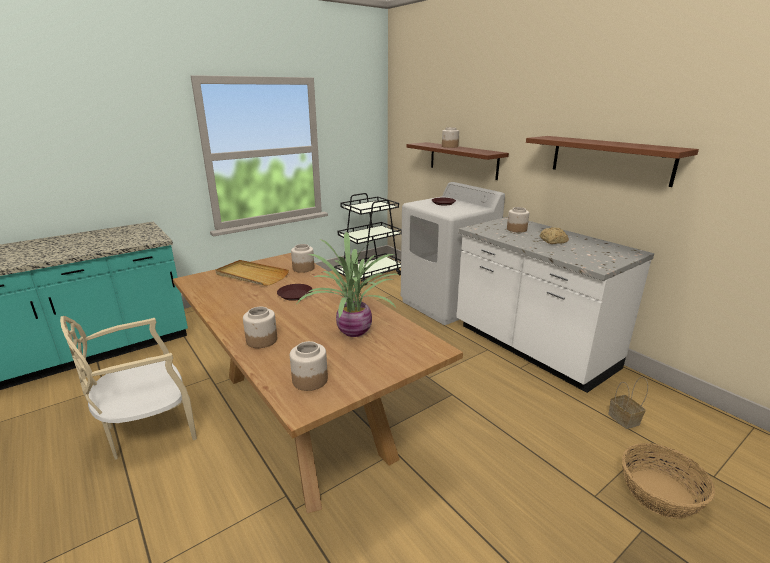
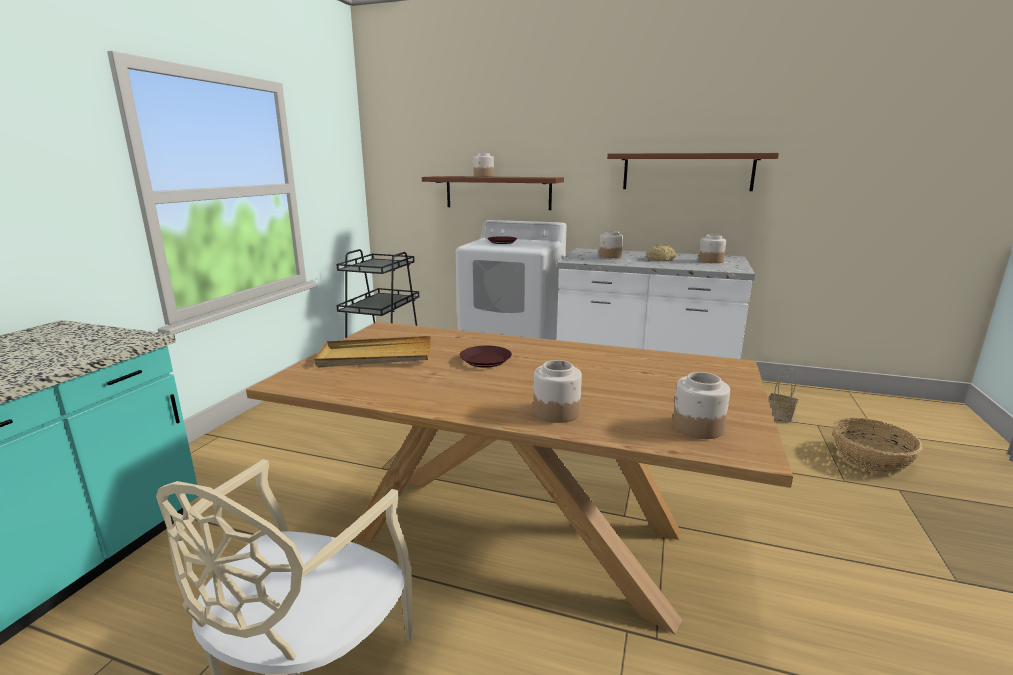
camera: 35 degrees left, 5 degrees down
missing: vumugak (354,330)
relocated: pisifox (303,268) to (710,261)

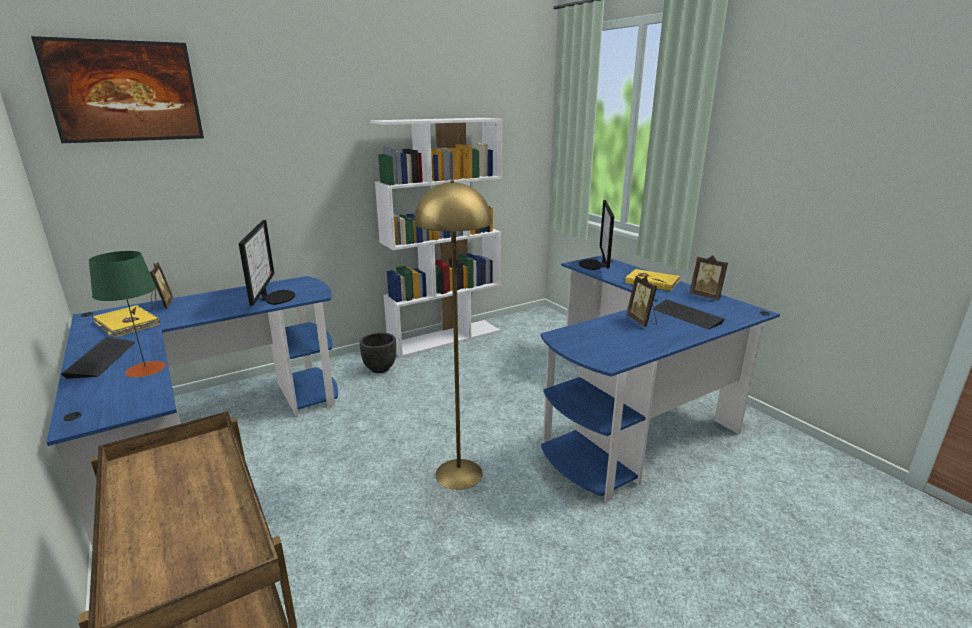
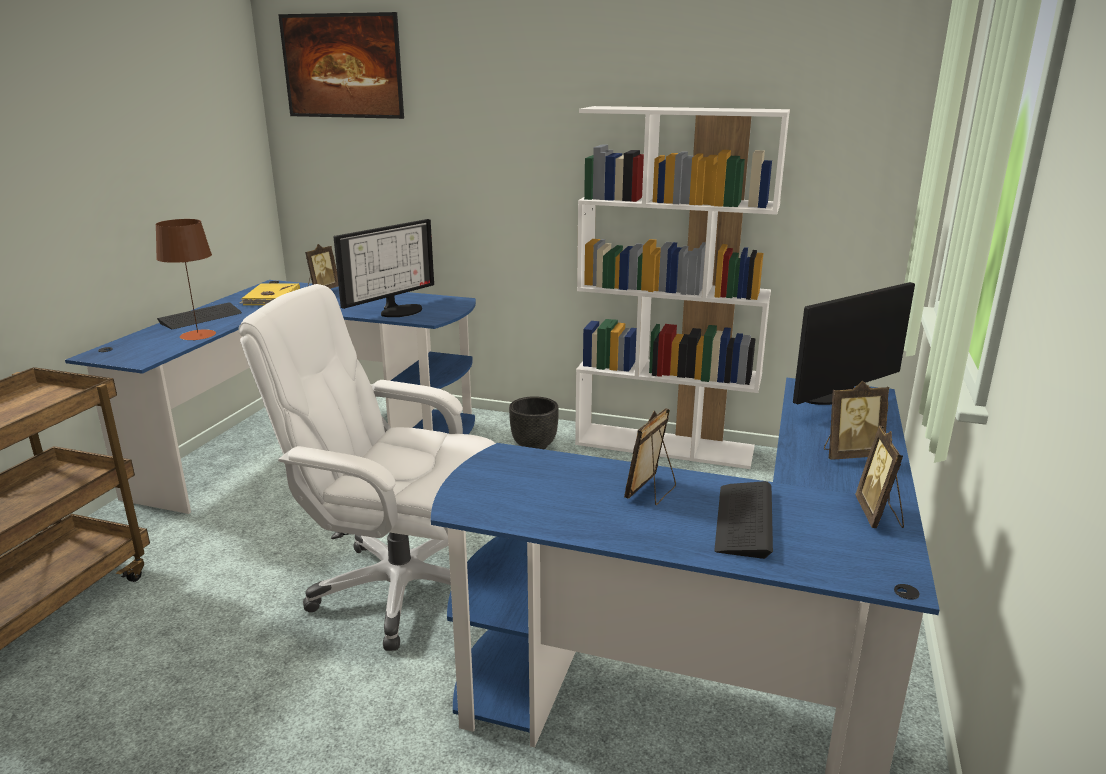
camera: 50 degrees right, 0 degrees up
exchanged: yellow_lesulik (458,473) to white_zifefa (400,589); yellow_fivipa (651,282) to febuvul (850,454)
colour: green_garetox (145,369) to brown_garetox (198,335)

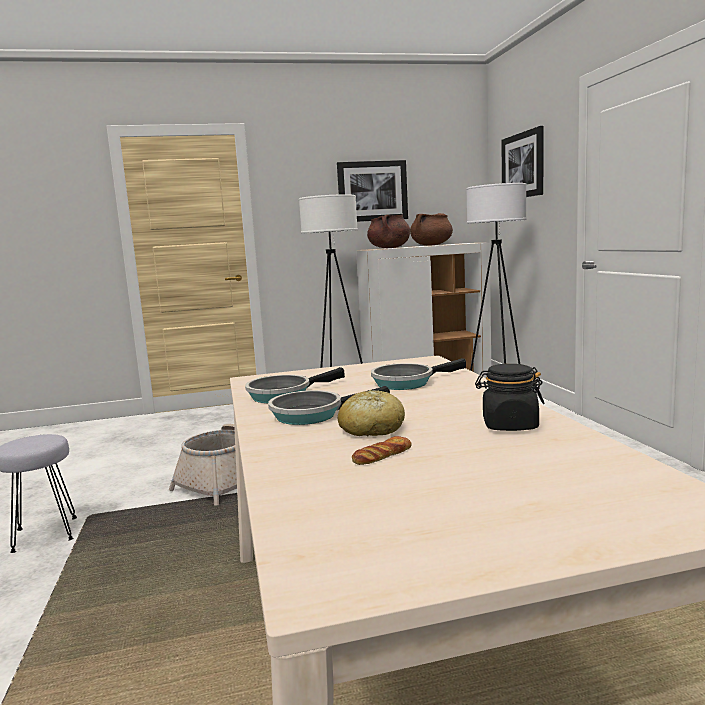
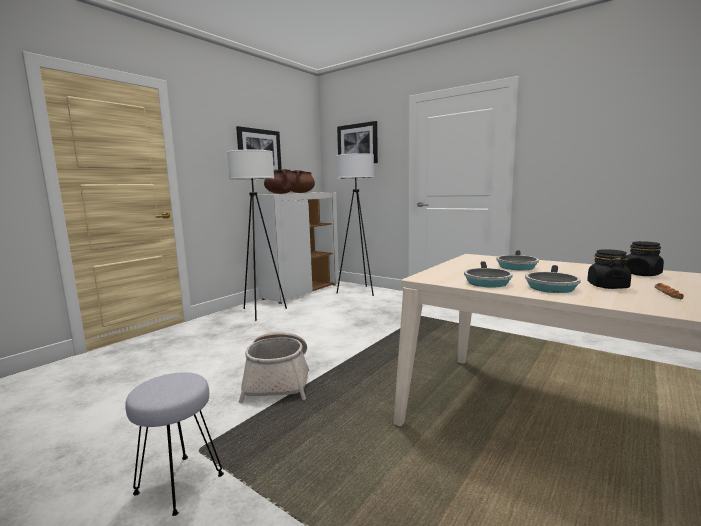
camera: 40 degrees left, 0 degrees up
exchanged: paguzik (371,429) to black_pisifox (607,286)

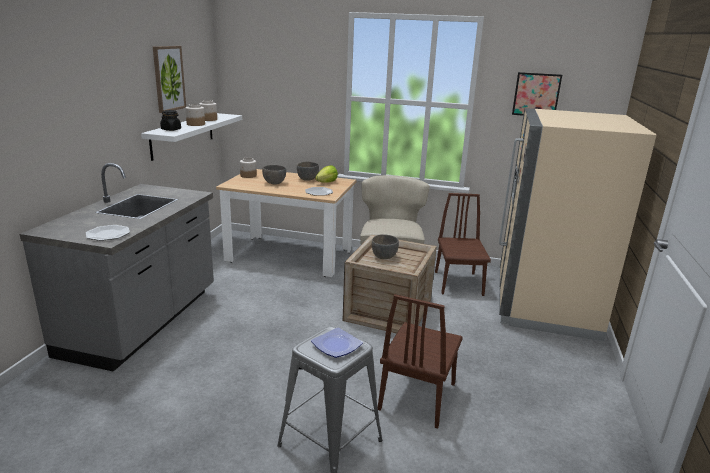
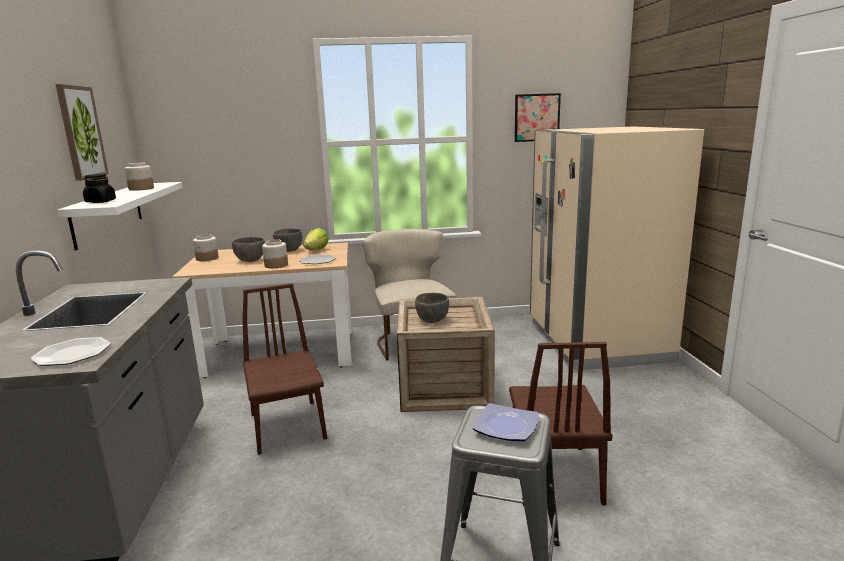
camera: 20 degrees left, 5 degrees down
relocated: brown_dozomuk (458,283) to (287,426); pisifox (195,124) to (276,265)

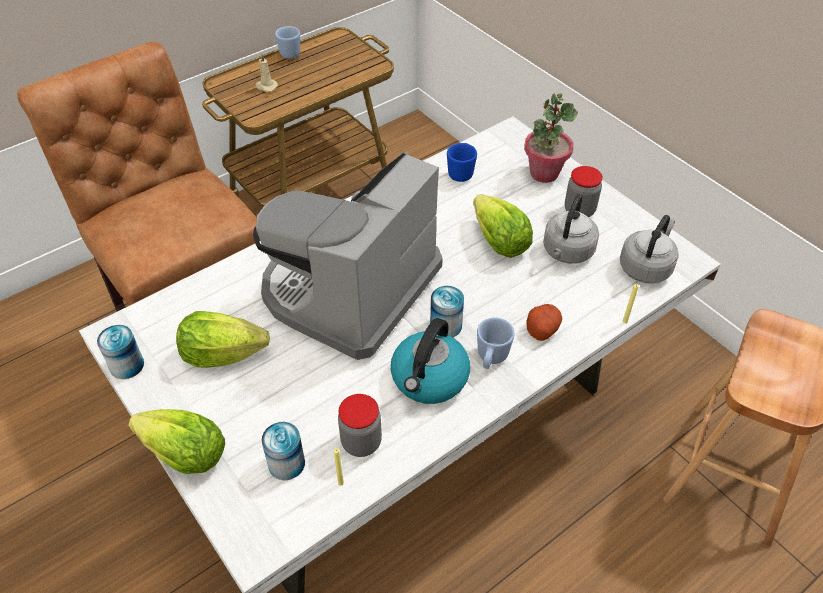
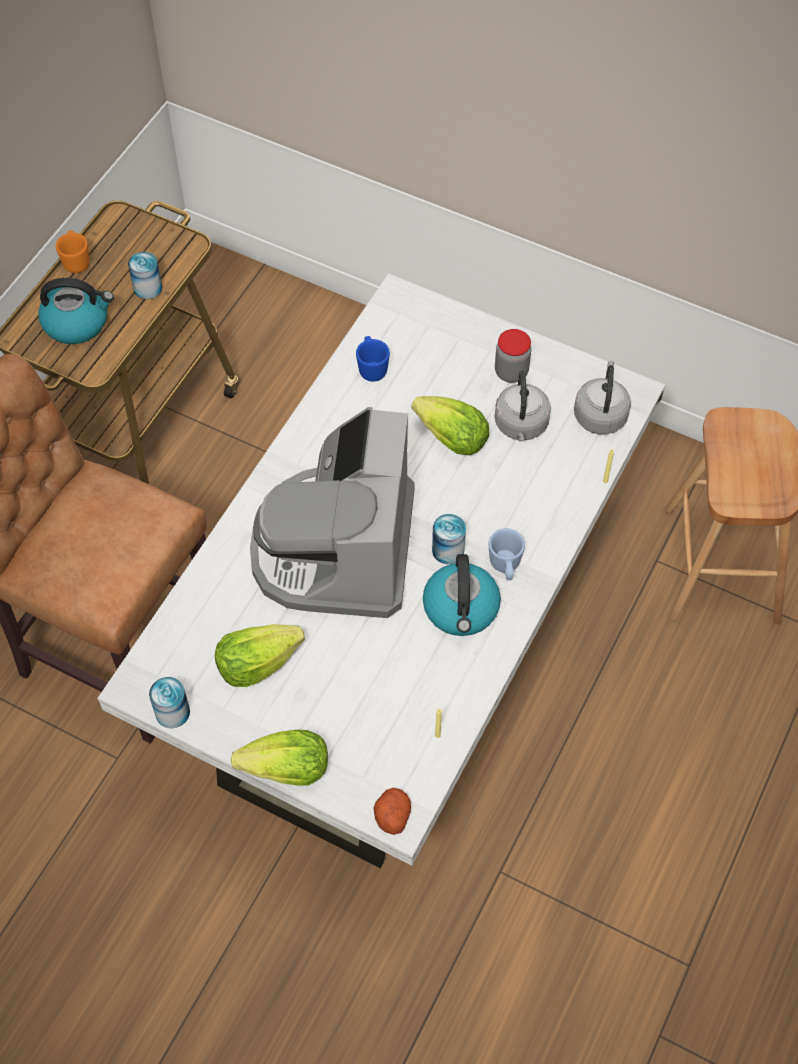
camera: 25 degrees left, 10 degrees up
missing: pisifox (361,442); vumugak (544,173)
relocated: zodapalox (286,463) to (148,288); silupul (542,328) to (392,815)
exchanged: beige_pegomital (266,86) to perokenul (77,322)
colour: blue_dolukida (291,52) to orange_dolukida (76,261)

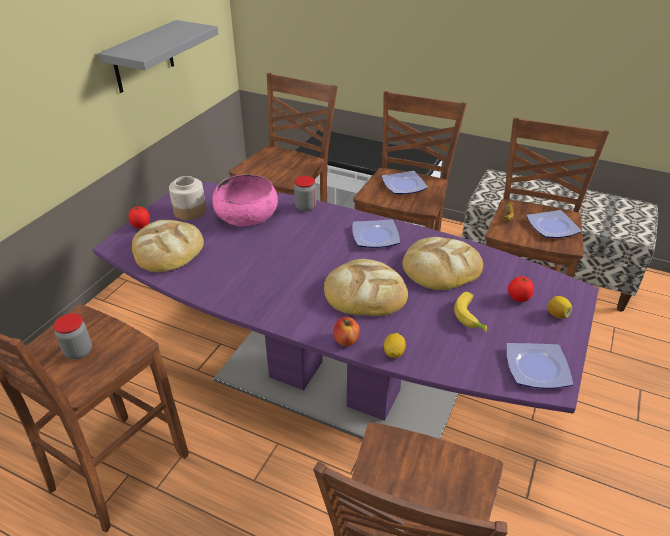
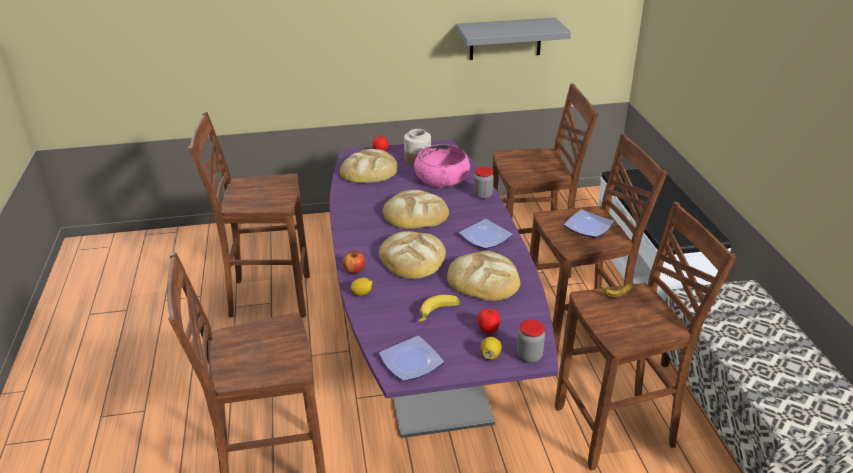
camera: 55 degrees right, 5 degrees down
missing: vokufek (552,228)
appeared: paguzik (415,214)
relocated: pisifox (78,351) to (529,356)

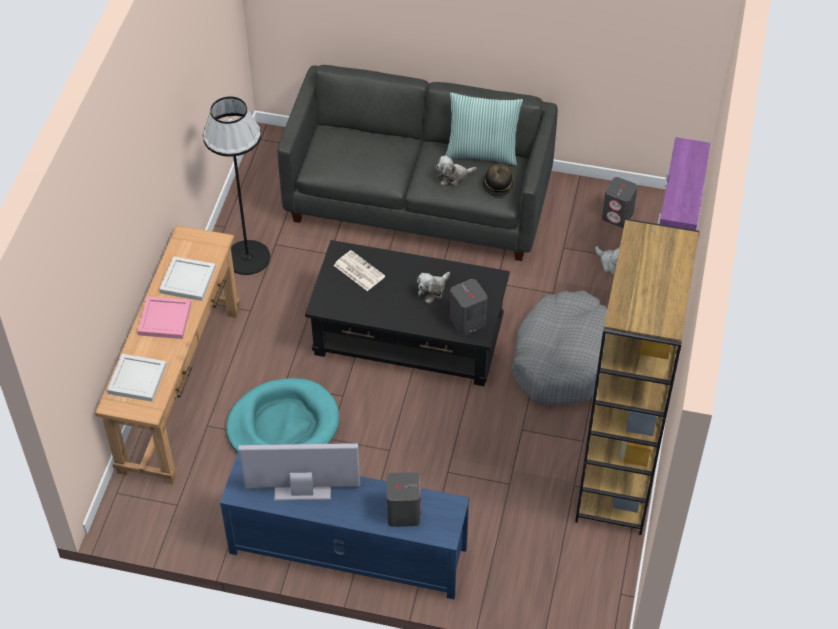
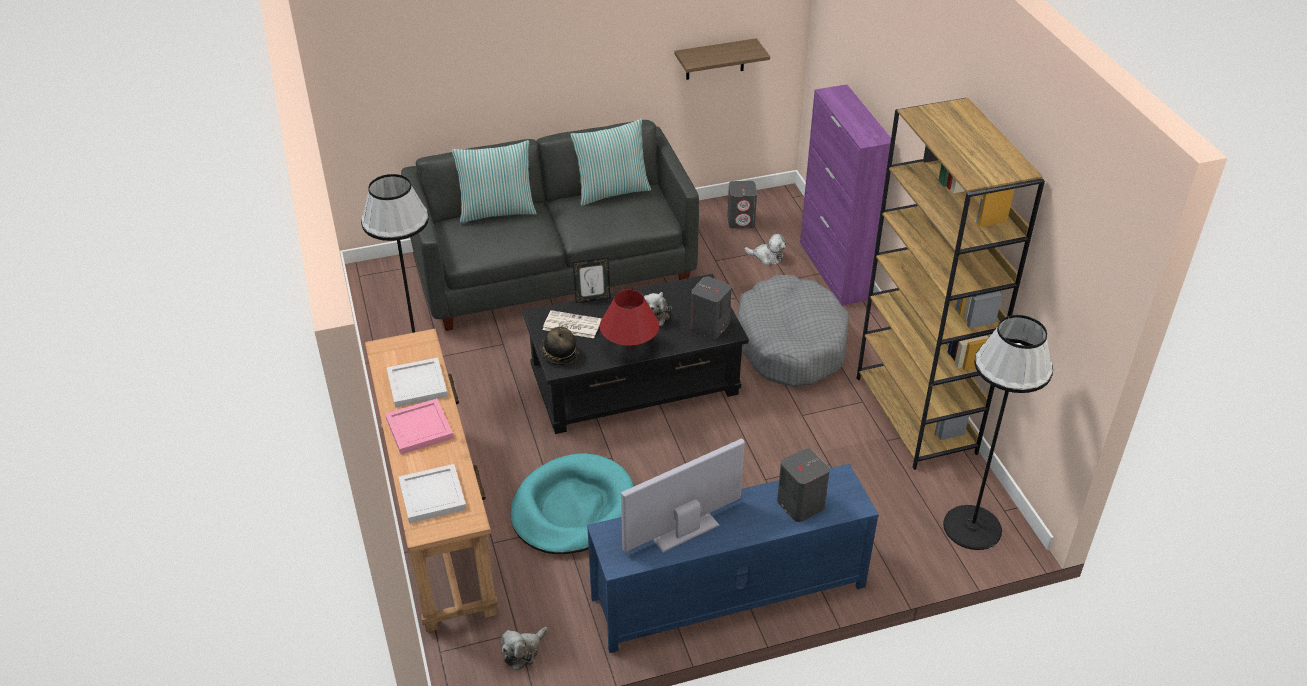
camera: 30 degrees left, 10 degrees down
appeared: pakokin (497,211); febuvul (592,299); red_garetox (629,350); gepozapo (715,59); black_lesulik (972,527)
relocated: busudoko (453,177) to (523,652); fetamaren (498,185) to (559,353)

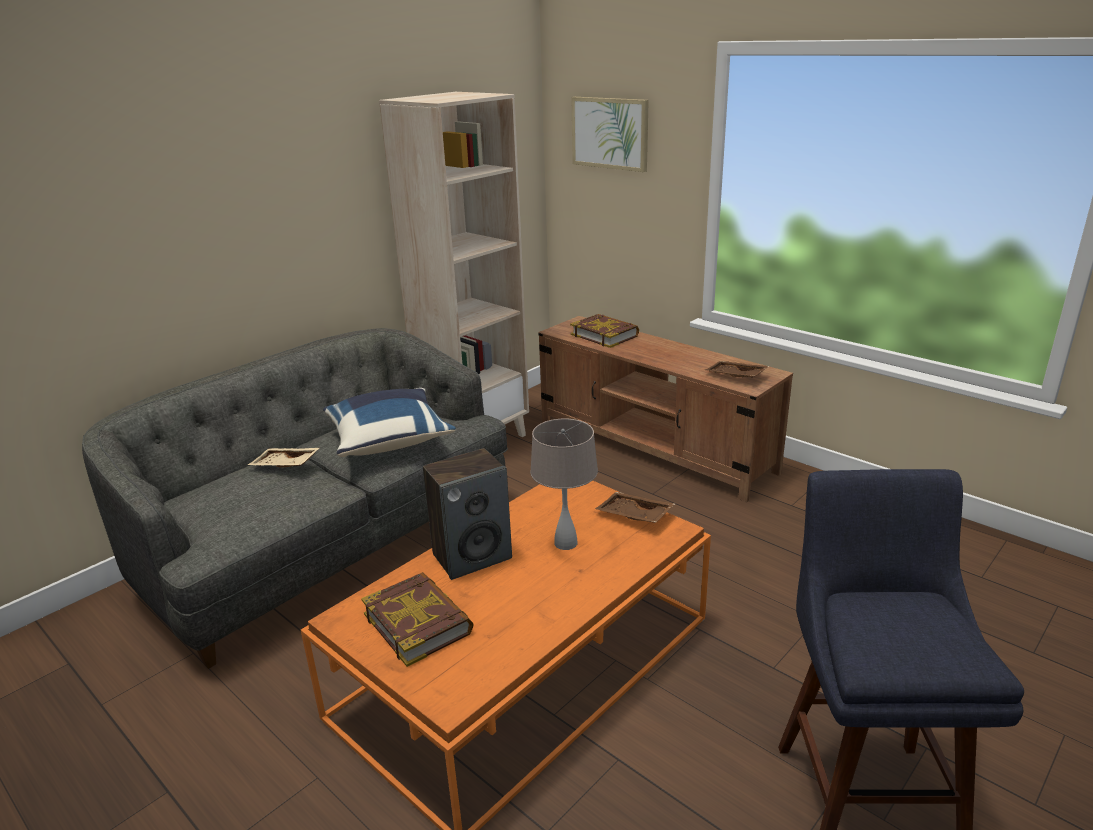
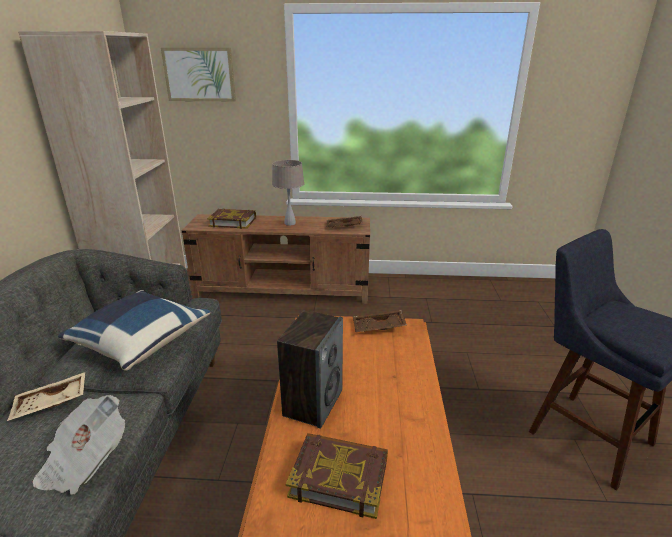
camera: 40 degrees left, 0 degrees up
appeared: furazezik (85,461)
relocated: beige_garetox (565,543) to (289,223)

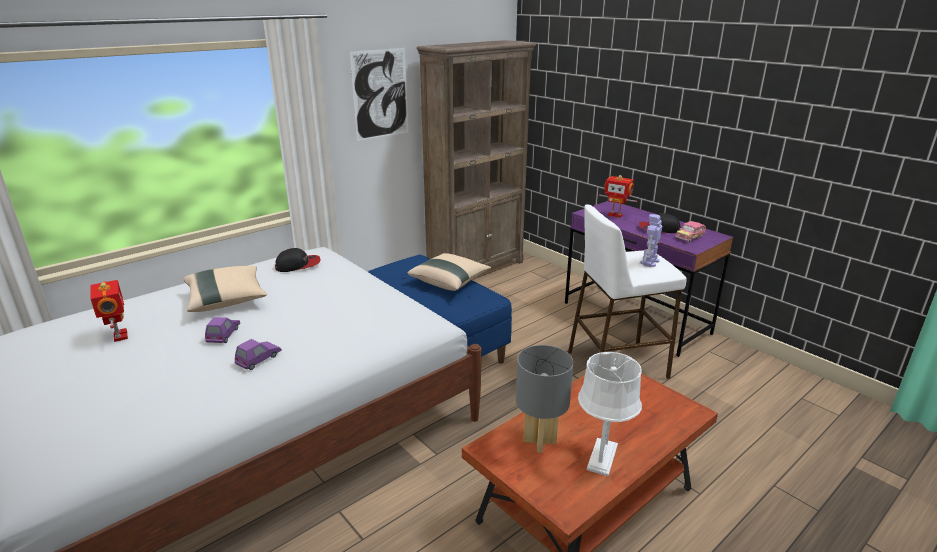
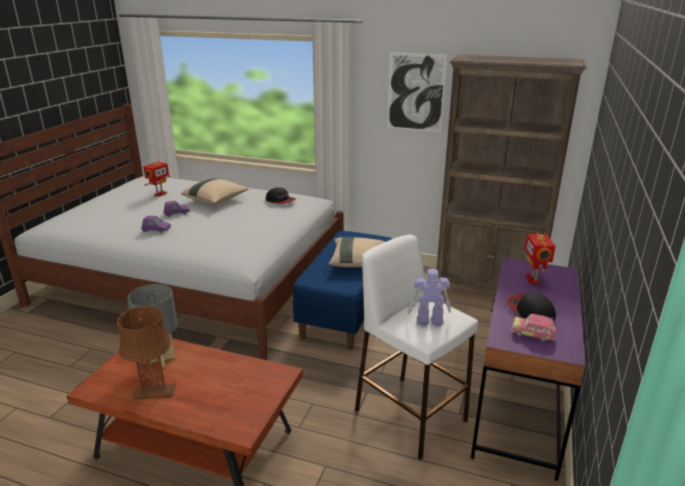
camera: 60 degrees right, 0 degrees up
colour: white_garetox (602,456) to brown_garetox (154,392)

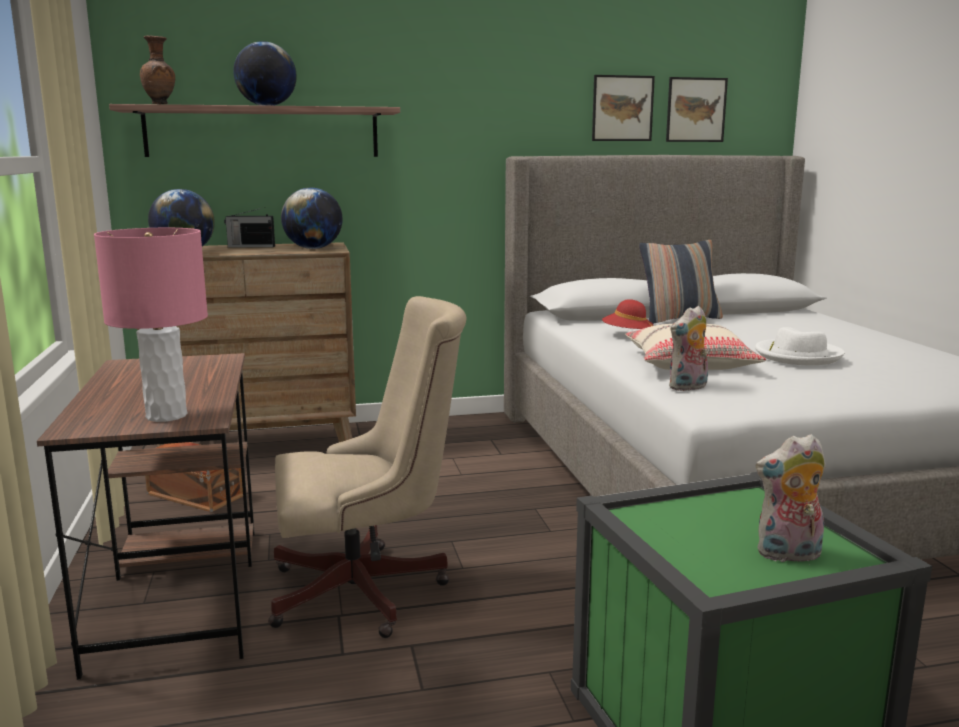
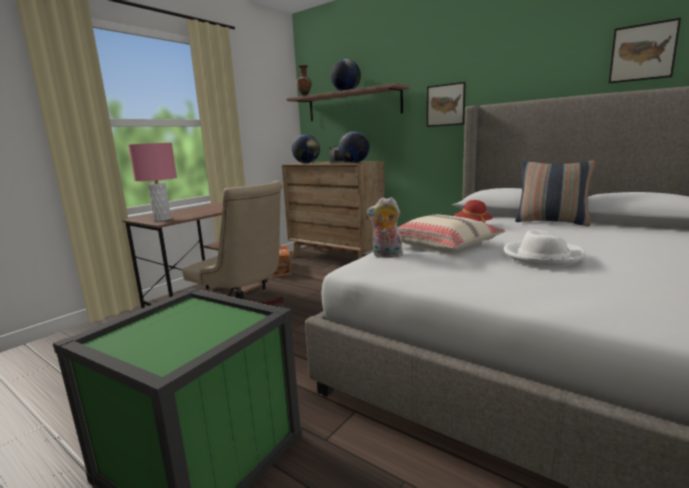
camera: 50 degrees right, 0 degrees up
missing: busudoko (788,555)
relocated: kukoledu (622,108) to (445,105)

